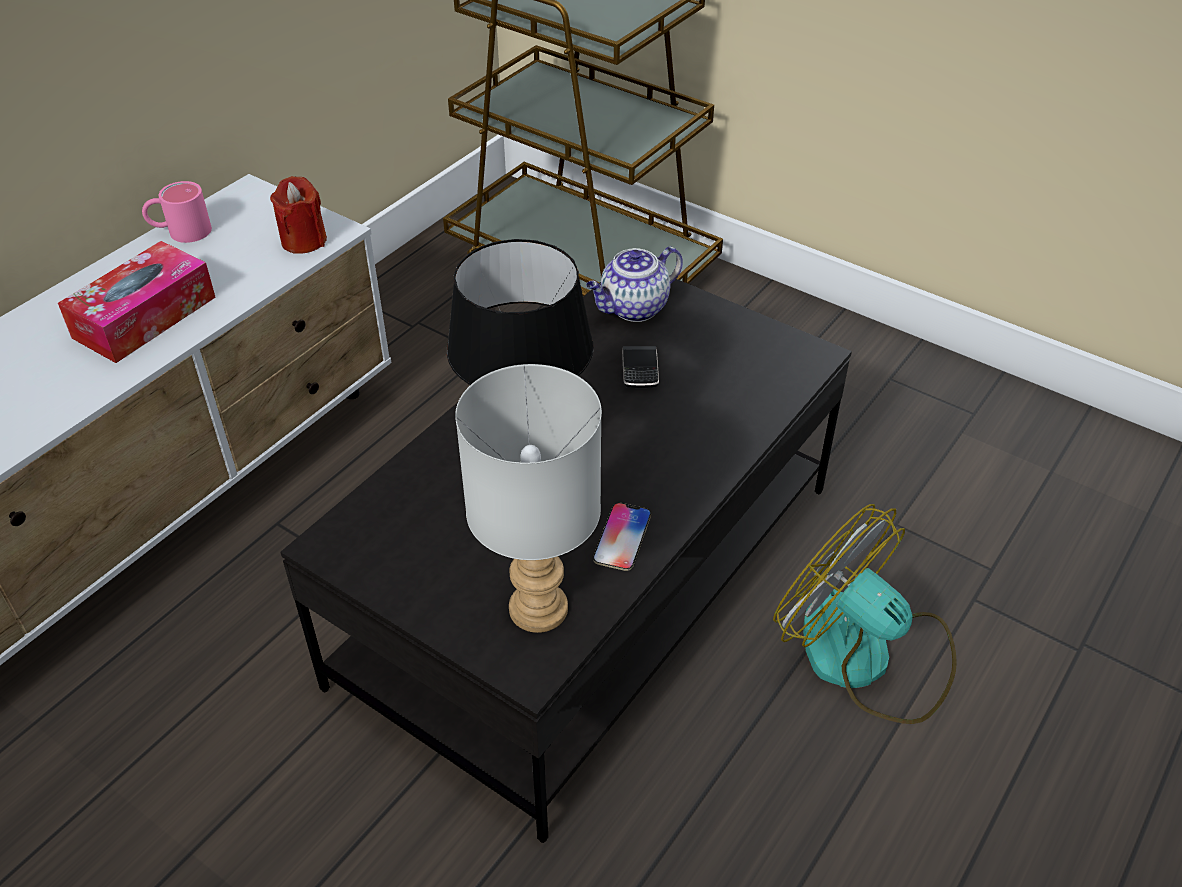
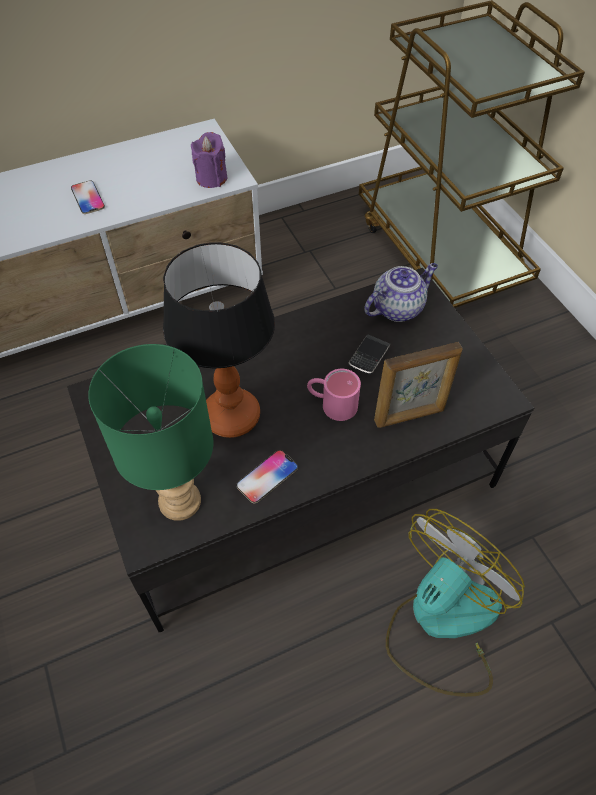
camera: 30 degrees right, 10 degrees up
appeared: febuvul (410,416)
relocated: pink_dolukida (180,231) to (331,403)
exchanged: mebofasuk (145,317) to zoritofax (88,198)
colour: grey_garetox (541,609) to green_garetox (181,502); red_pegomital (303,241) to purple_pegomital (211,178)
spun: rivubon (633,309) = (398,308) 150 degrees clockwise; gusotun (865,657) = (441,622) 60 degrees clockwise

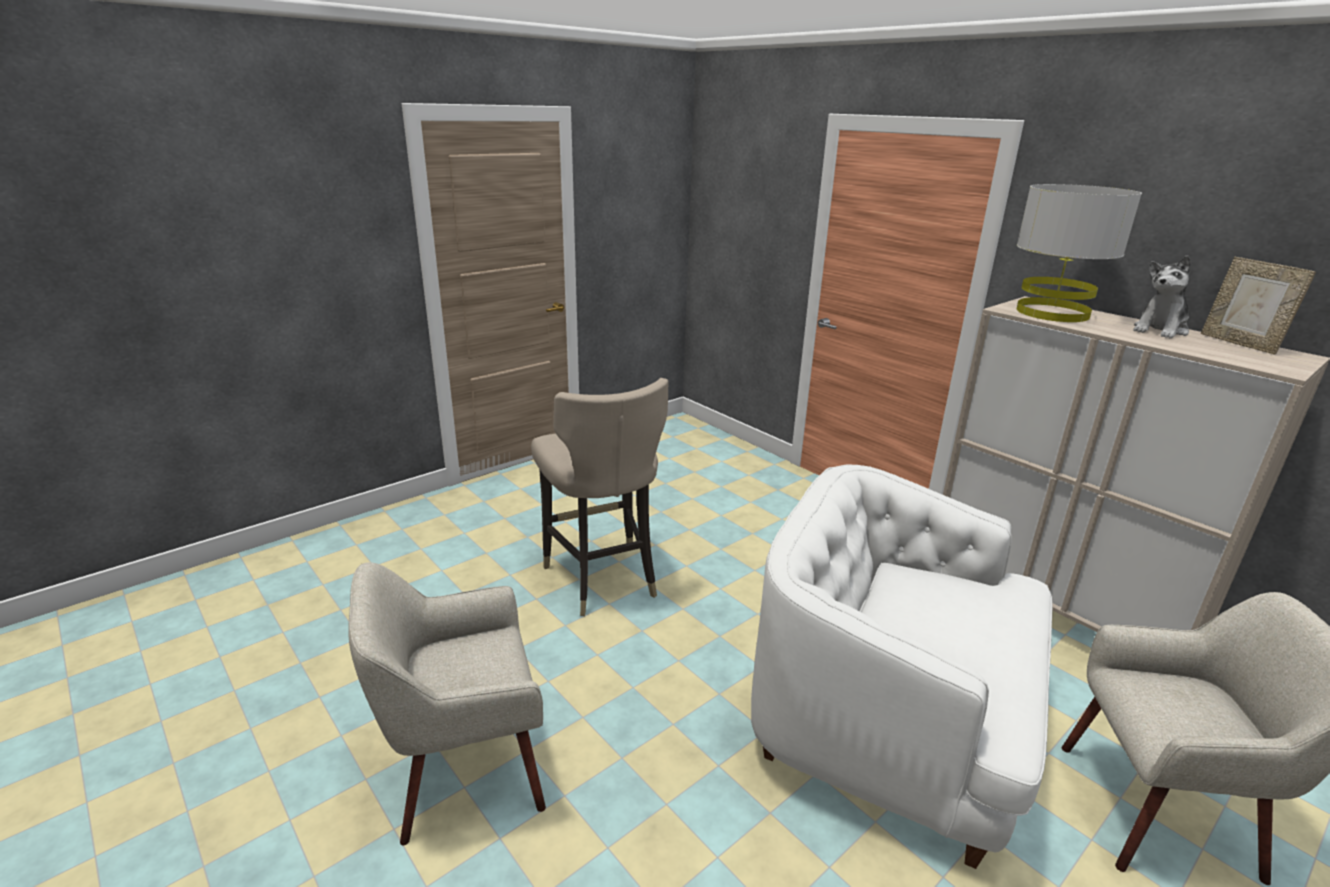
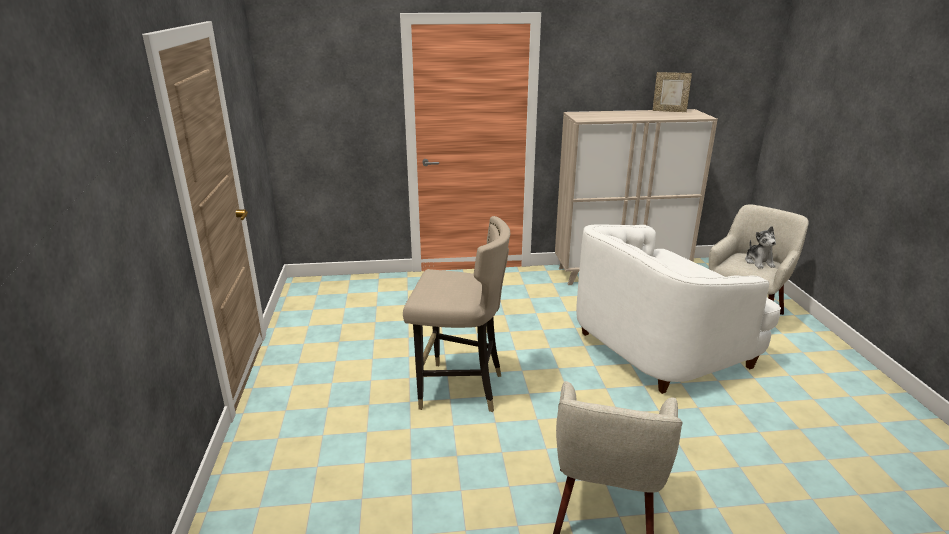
camera: 55 degrees left, 0 degrees up
missing: grey_garetox (1052,313)
relocated: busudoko (1160,330) to (759,262)

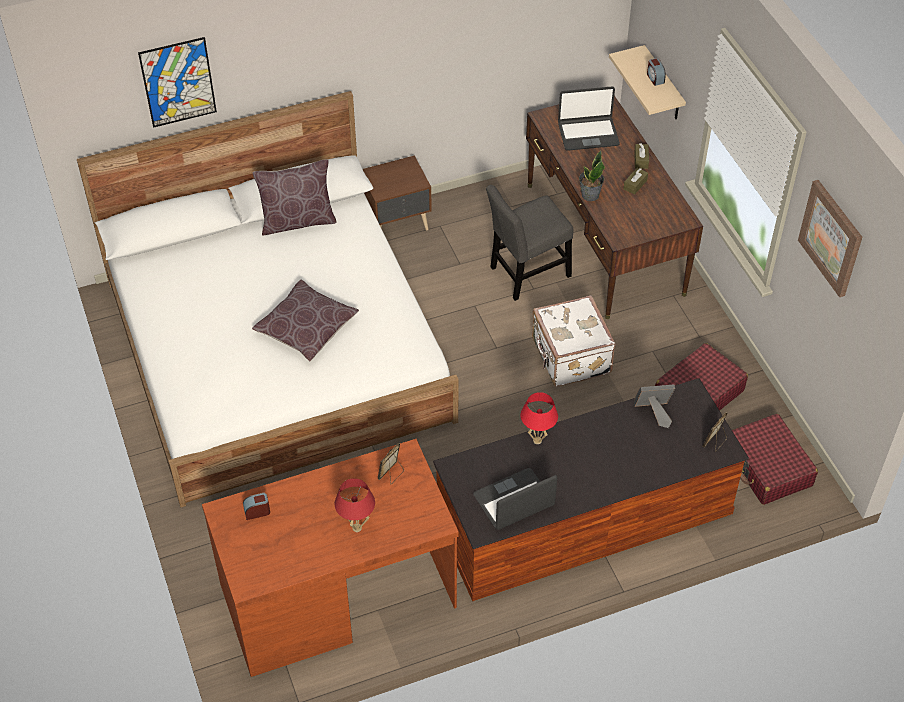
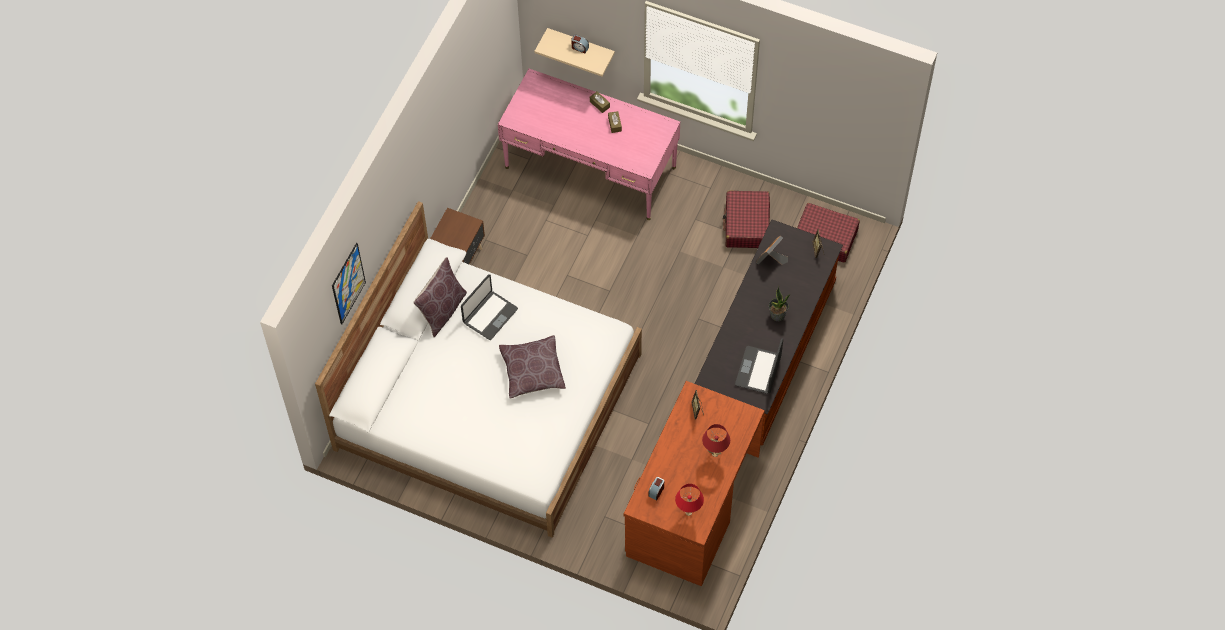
camera: 45 degrees left, 10 degrees up
missing: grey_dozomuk (527,274); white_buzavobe (569,357); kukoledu (831,237)
relocated: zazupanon (588,134) to (489,315); red_garetox (537,441) to (688,512); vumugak (590,195) to (777,315)
colour: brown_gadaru (604,238) to pink_gadaru (590,167)

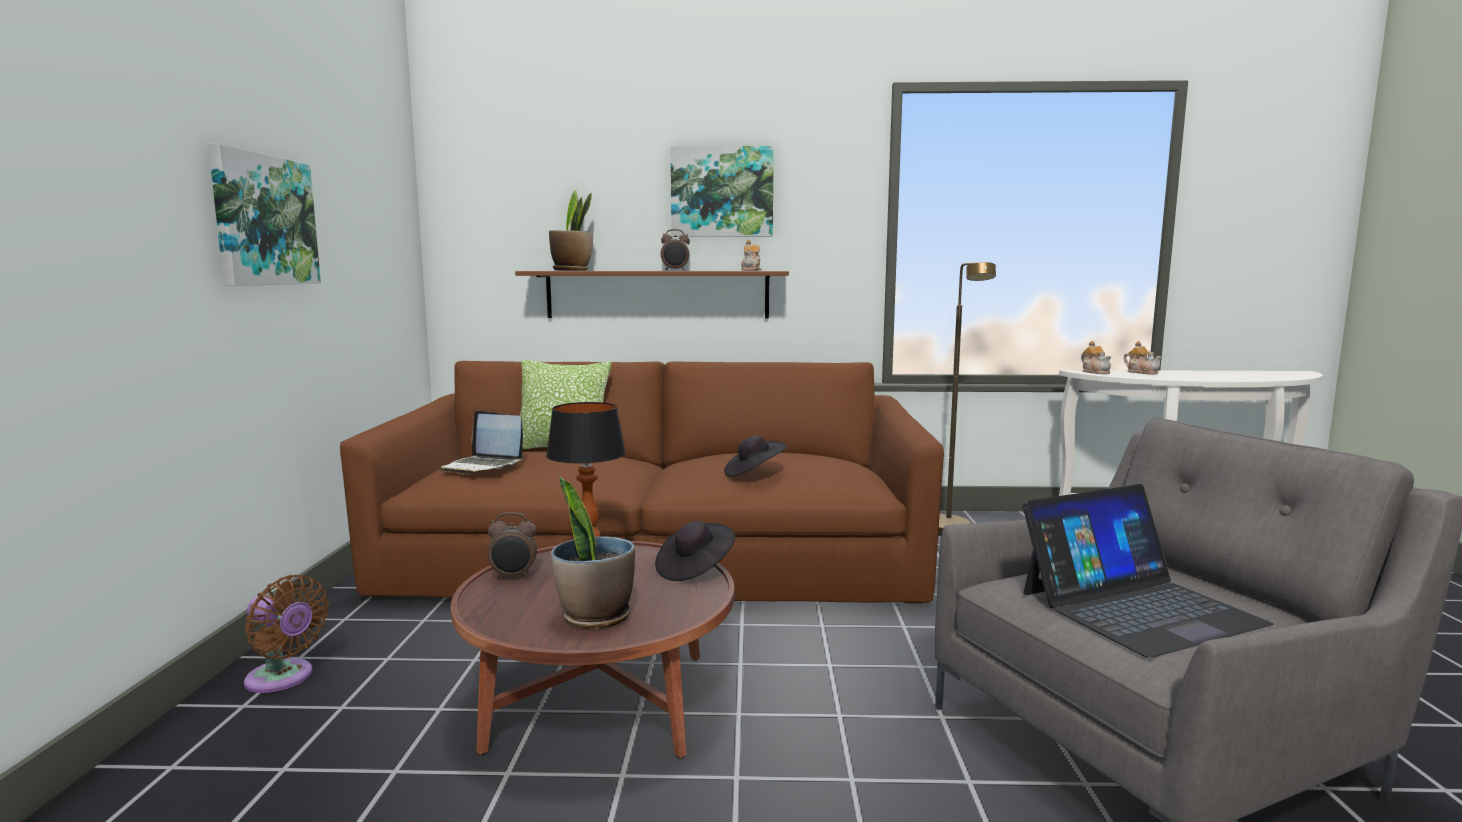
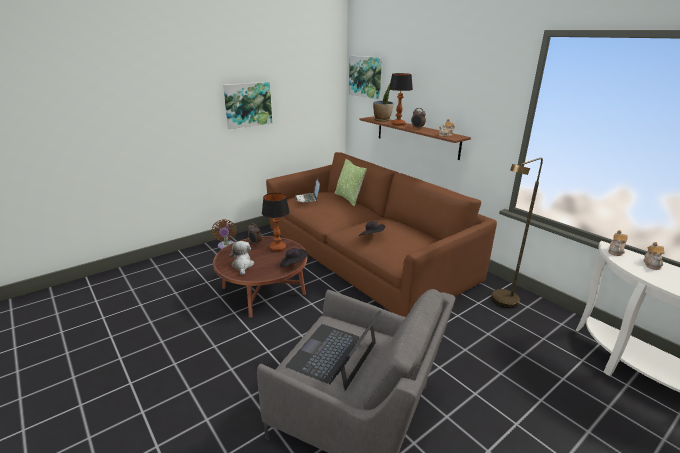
camera: 50 degrees right, 15 degrees up
appeared: garetox (398,124)
relocated: kukoledu (722,192) to (366,77)
exchanged: vumugak (595,617) to busudoko (242,265)
spun: zazupanon (1138,607) = (334,355) 90 degrees clockwise

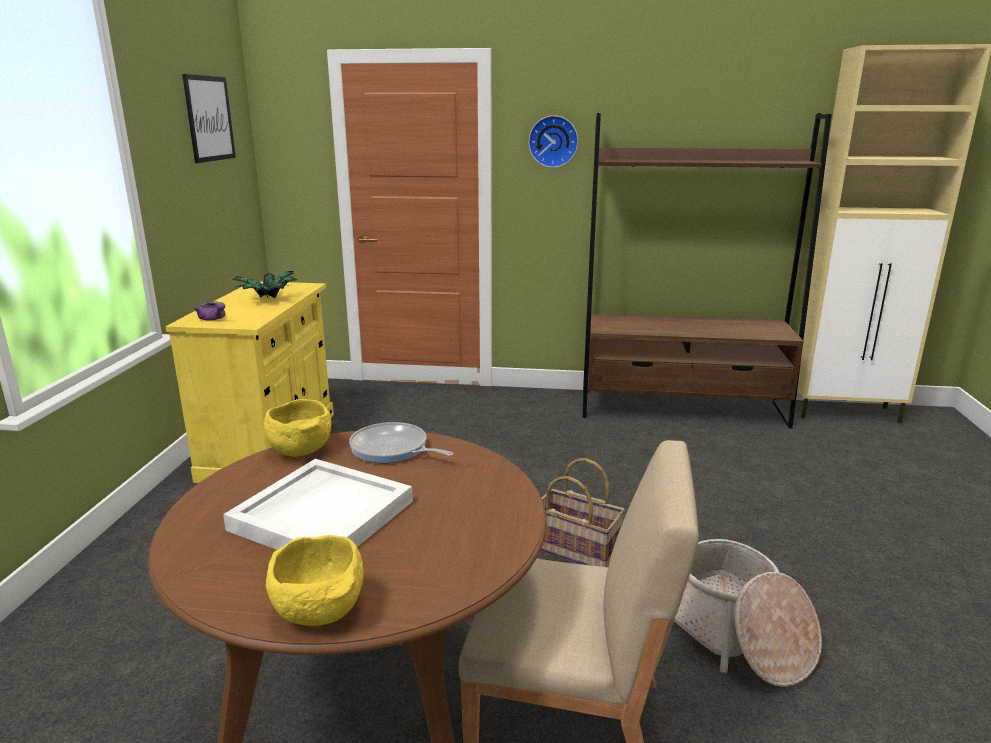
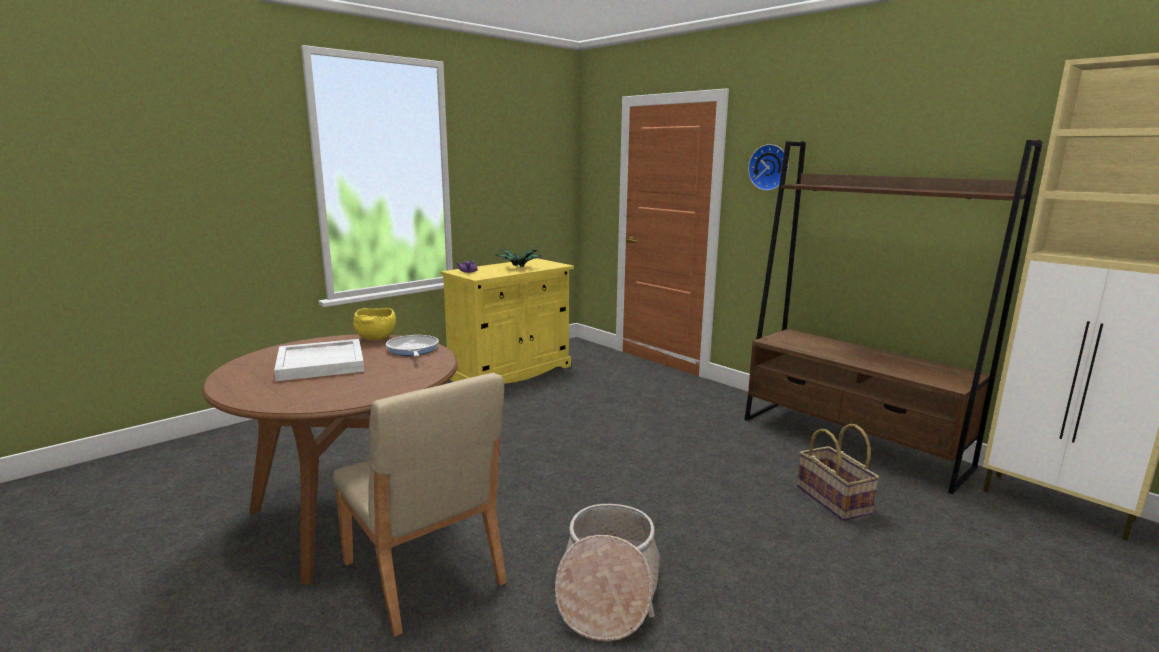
camera: 40 degrees right, 5 degrees down
missing: kukoledu (209,118); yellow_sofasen (322,613)
relocated: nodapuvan (577,548) to (834,500)

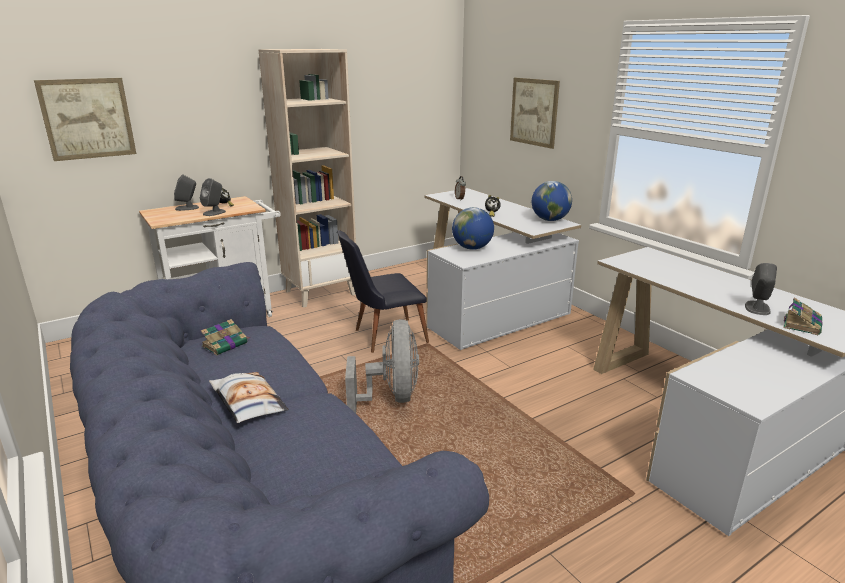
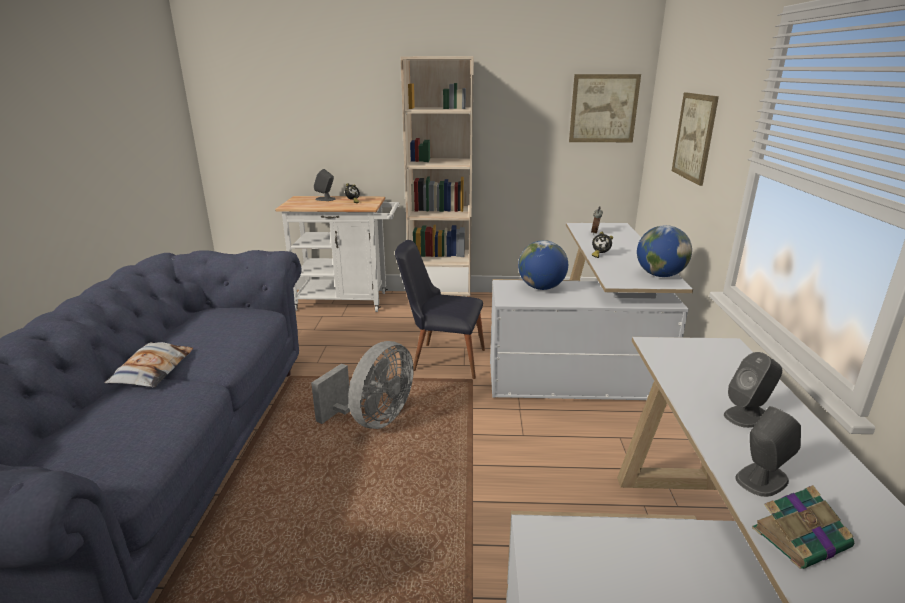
camera: 35 degrees right, 0 degrees up
missing: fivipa (226,344)
relocated: kukoledu (87,119) to (603,108); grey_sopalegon (214,212) to (747,416)

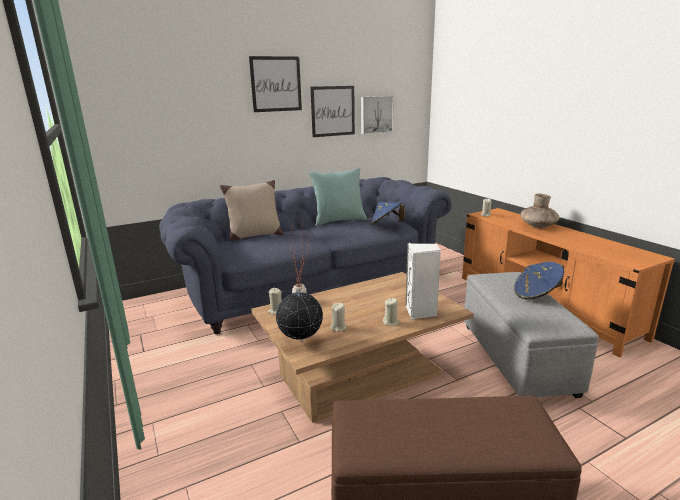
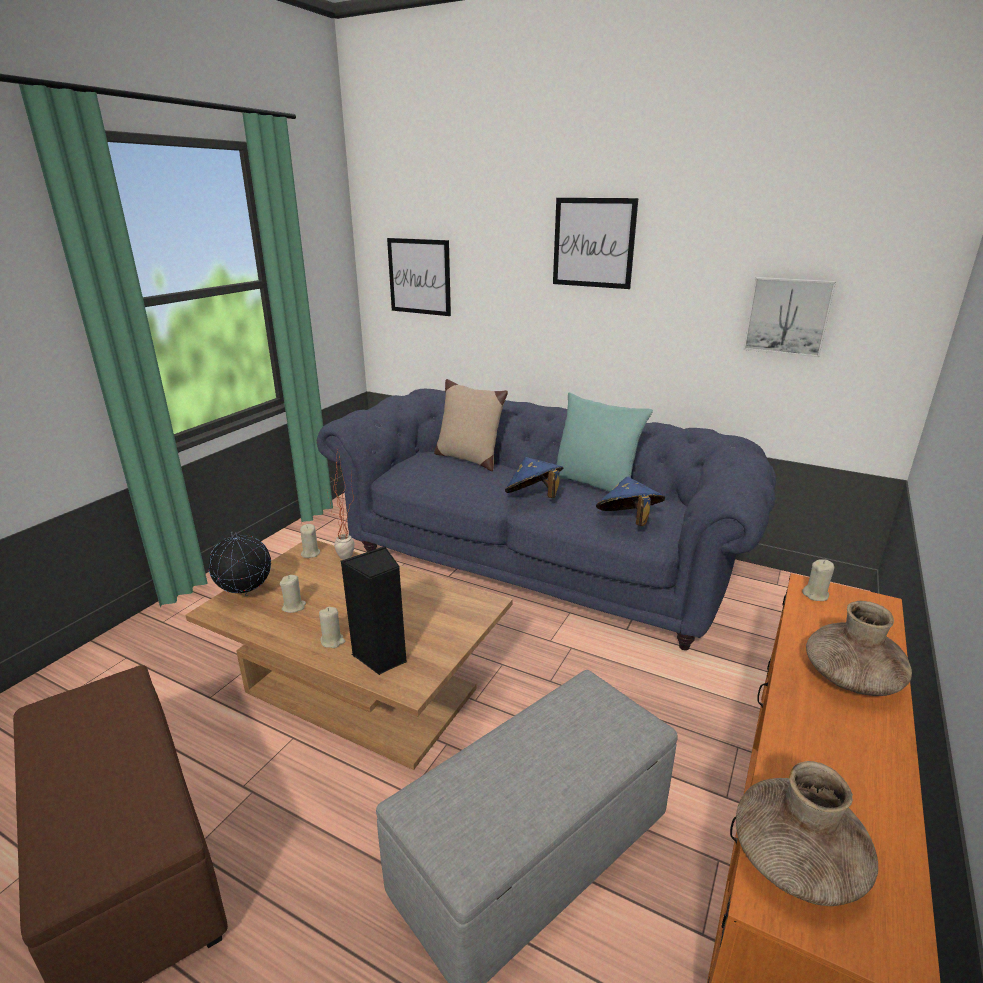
camera: 55 degrees right, 5 degrees up
appeared: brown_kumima (796,861)
relocated: kukoledu (333,111) to (419,276); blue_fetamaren (536,294) to (533,497)
colour: white_sopalegon (421,312) to black_sopalegon (381,657)

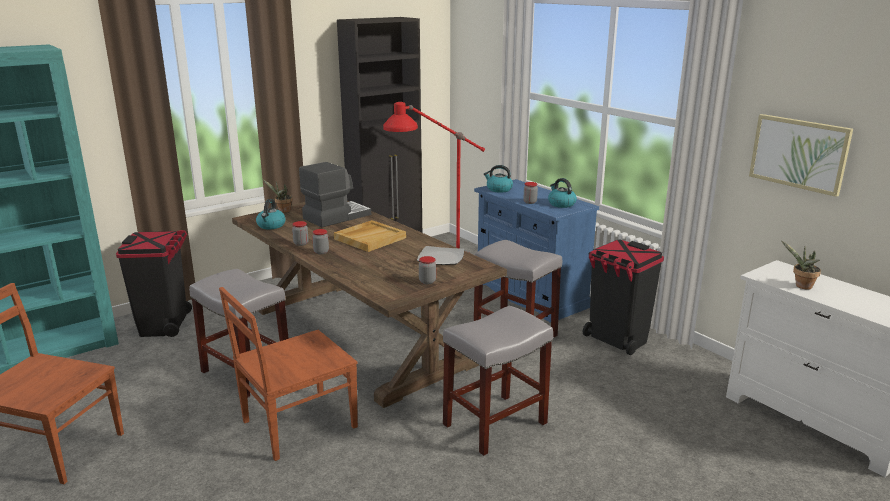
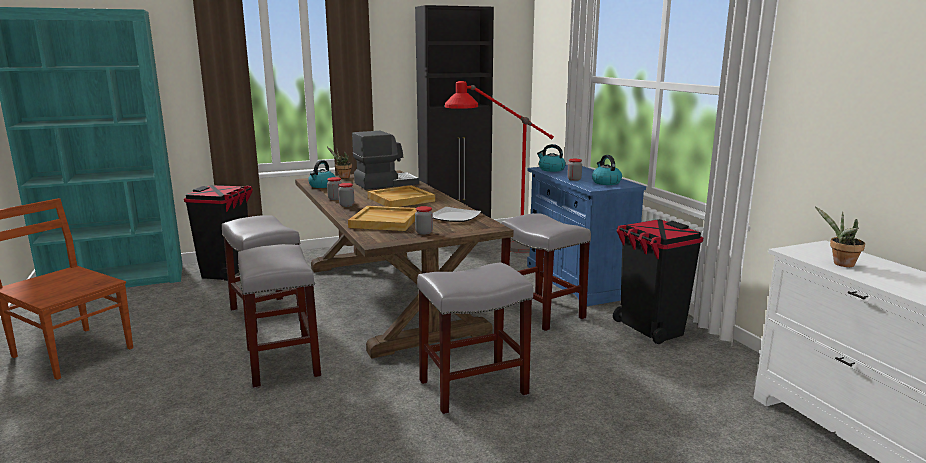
camera: 15 degrees right, 5 degrees down
missing: kukoledu (799,153)
appeared: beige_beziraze (386,221)
exchanged: brown_dozomuk (296,425) to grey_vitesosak (282,362)

